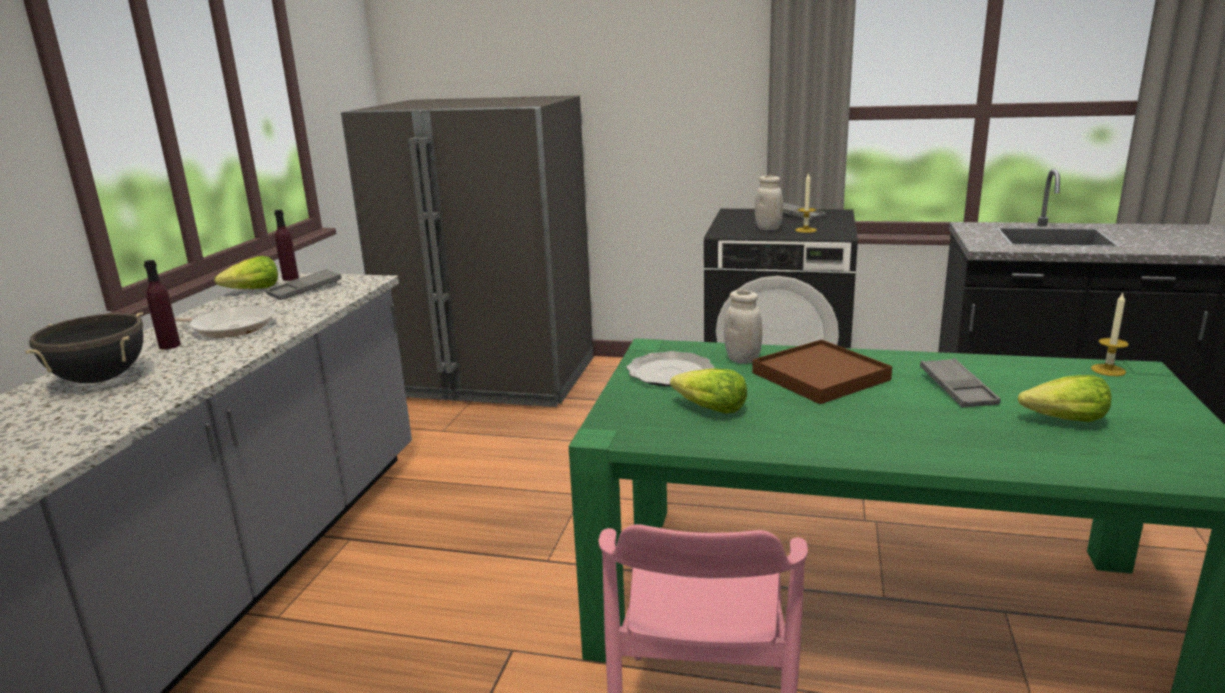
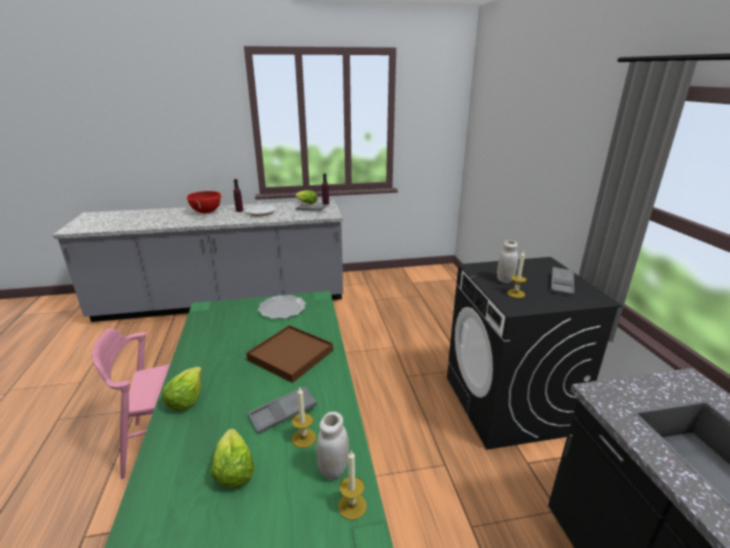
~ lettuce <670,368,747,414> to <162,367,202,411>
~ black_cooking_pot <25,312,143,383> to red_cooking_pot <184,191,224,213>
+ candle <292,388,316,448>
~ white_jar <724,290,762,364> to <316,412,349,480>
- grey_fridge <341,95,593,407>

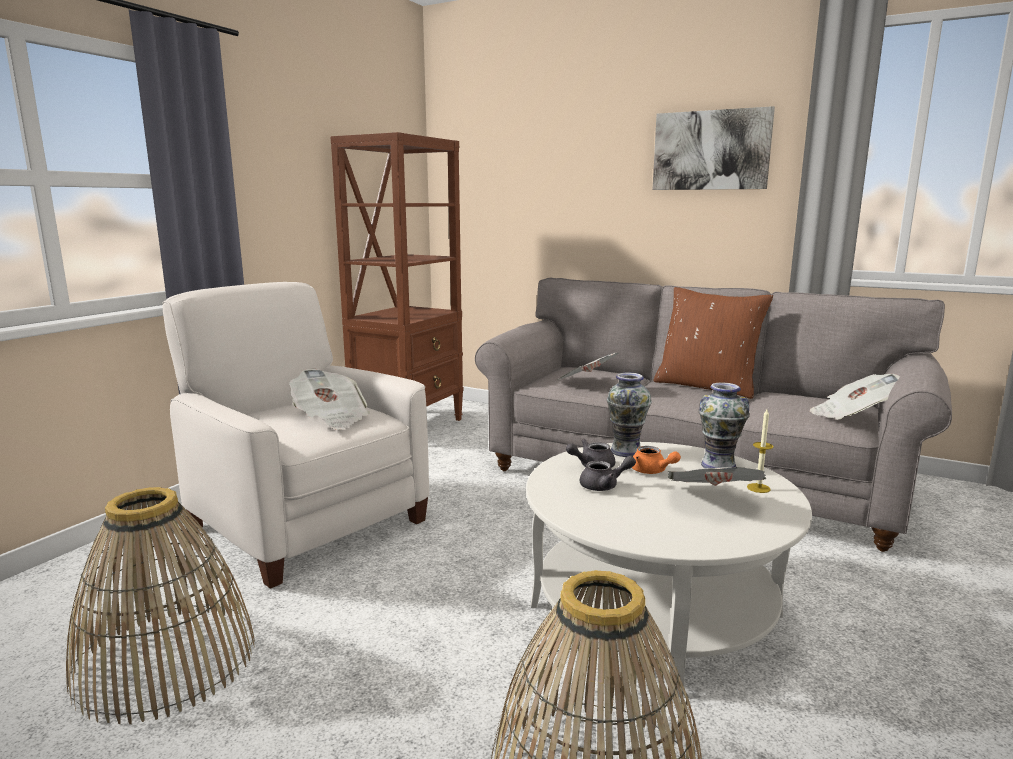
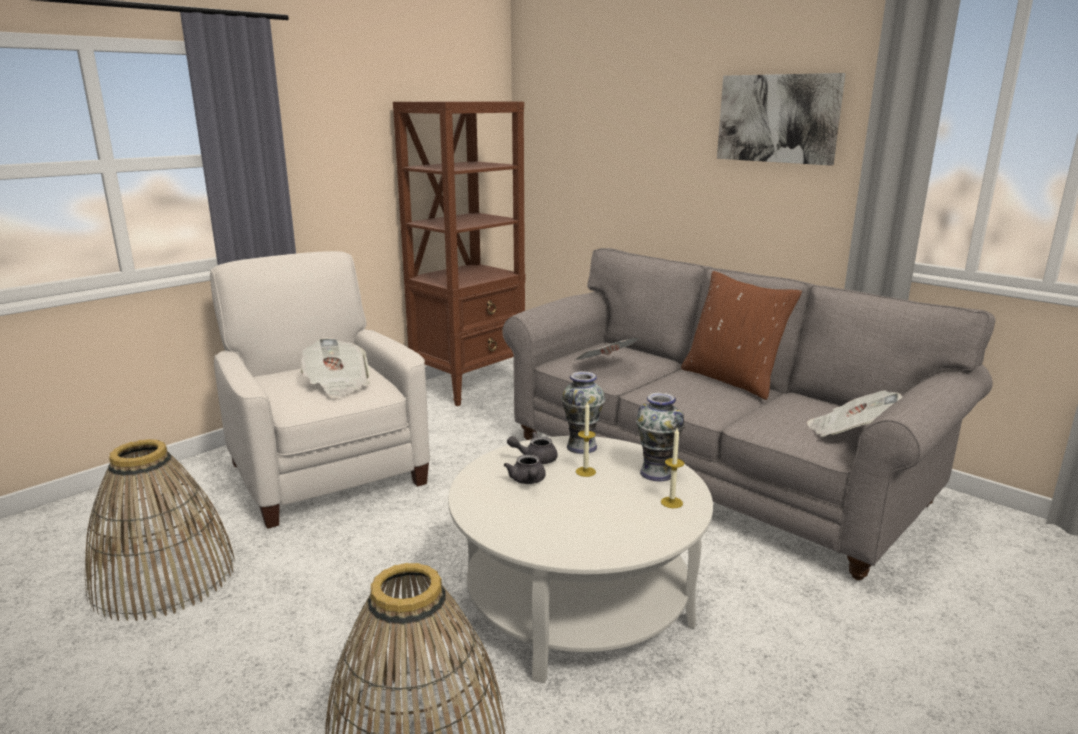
~ grey_teapot <580,456,636,491> = <504,454,546,484> 75 degrees clockwise
~ orange_teapot <632,446,681,474> to candle <576,401,596,477>
- newspaper <668,467,766,486>

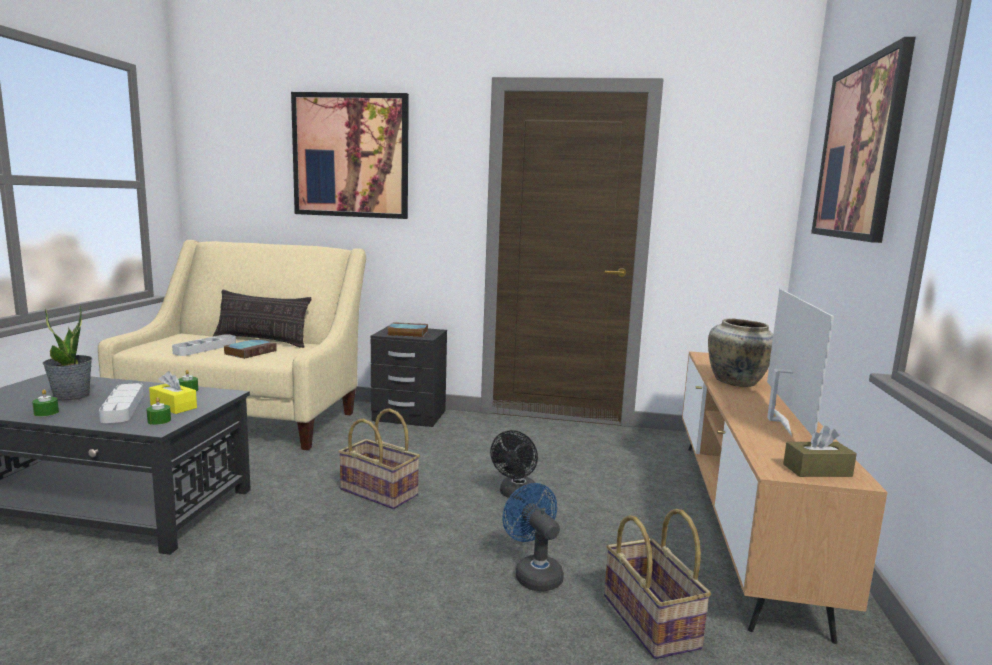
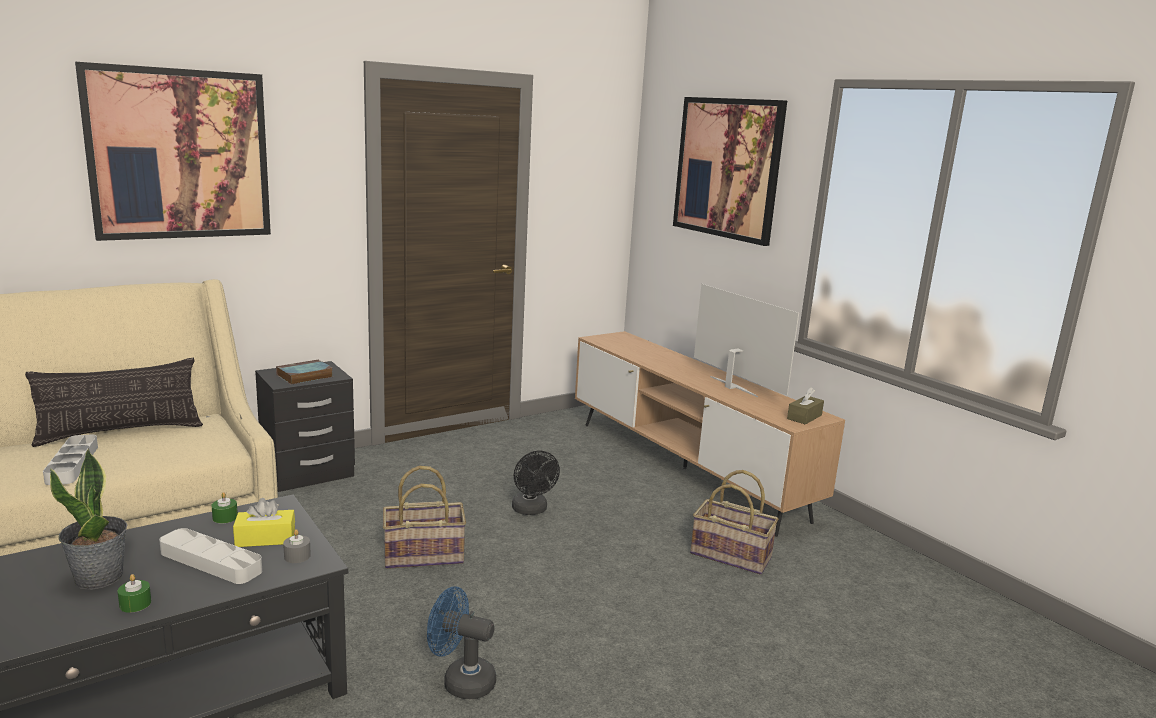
~ green_candle <146,397,171,425> to grey_candle <283,529,311,563>
~ blue_fan <502,483,564,592> to <427,587,496,699>
- book <224,339,277,359>
- beige_vase <708,319,773,387>

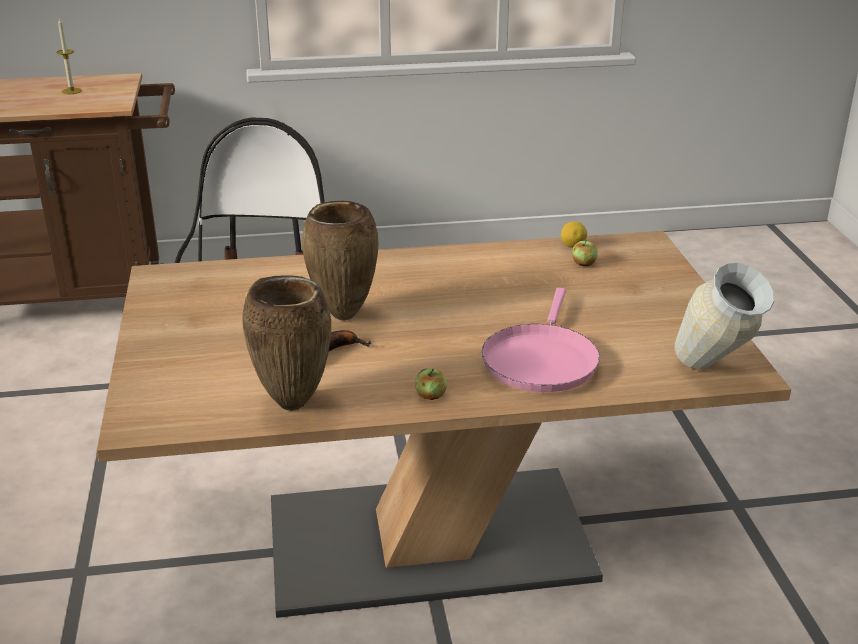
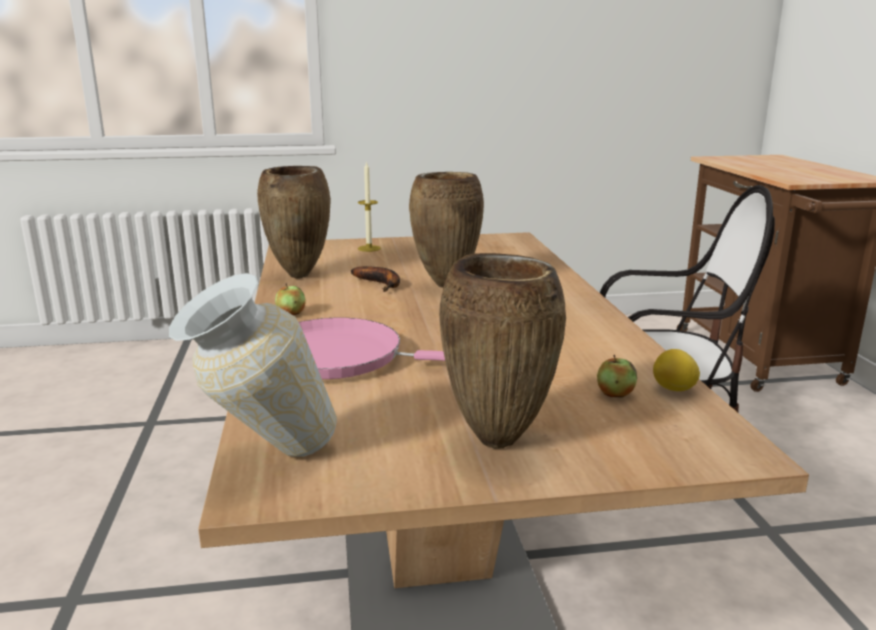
~ candle <56,18,82,94> to <358,161,381,252>
+ brown_vase <439,253,566,449>

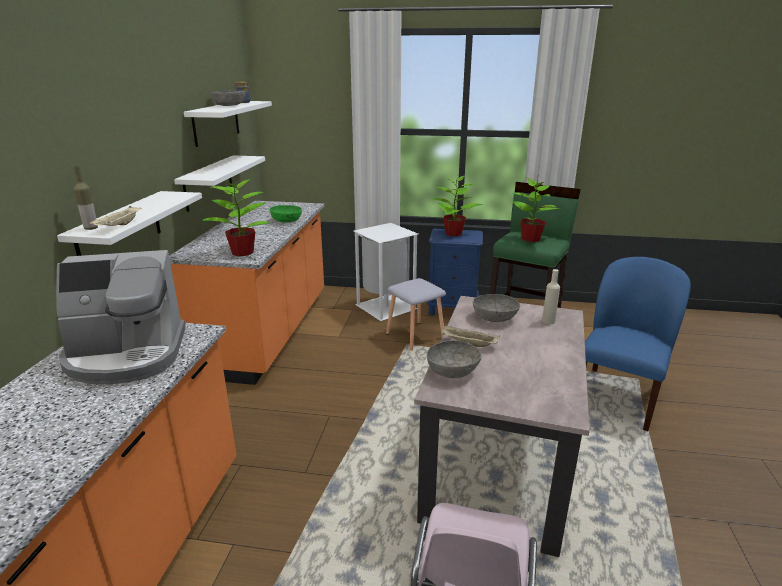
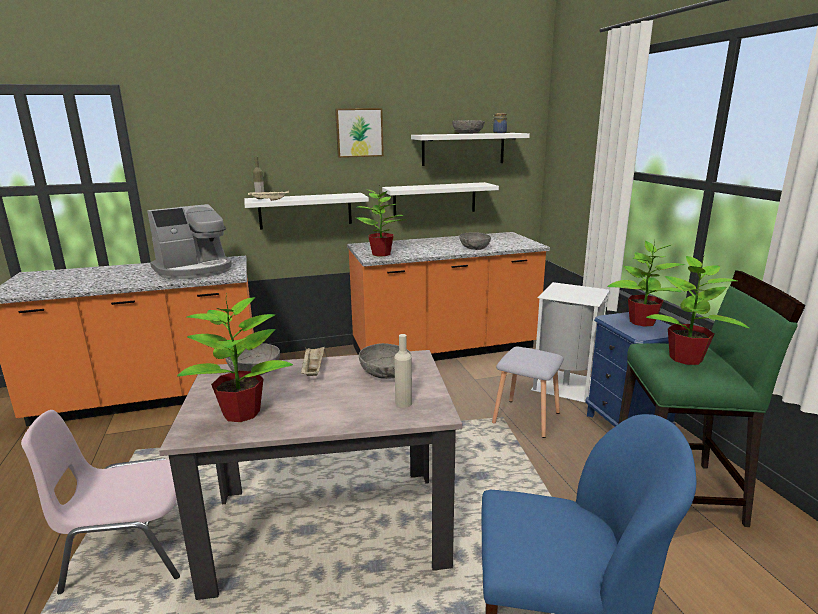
~ coffee_machine <56,250,186,384> = <147,204,232,279> 90 degrees counterclockwise
+ potted_plant <177,294,293,422>
+ picture <335,108,384,158>
~ green_bowl <270,205,302,223> to grey_bowl <460,232,491,250>

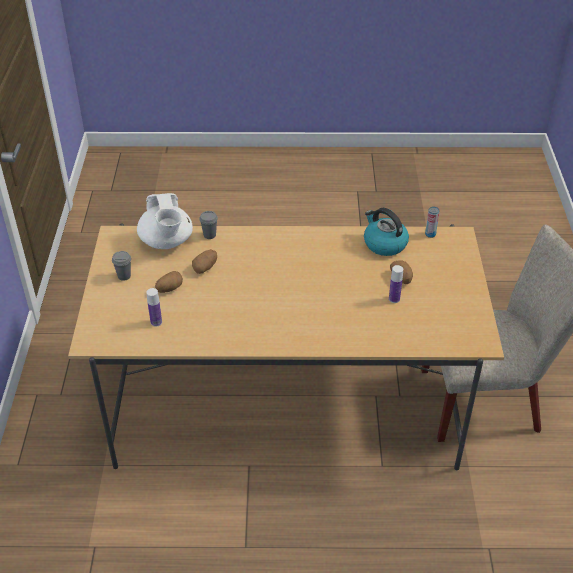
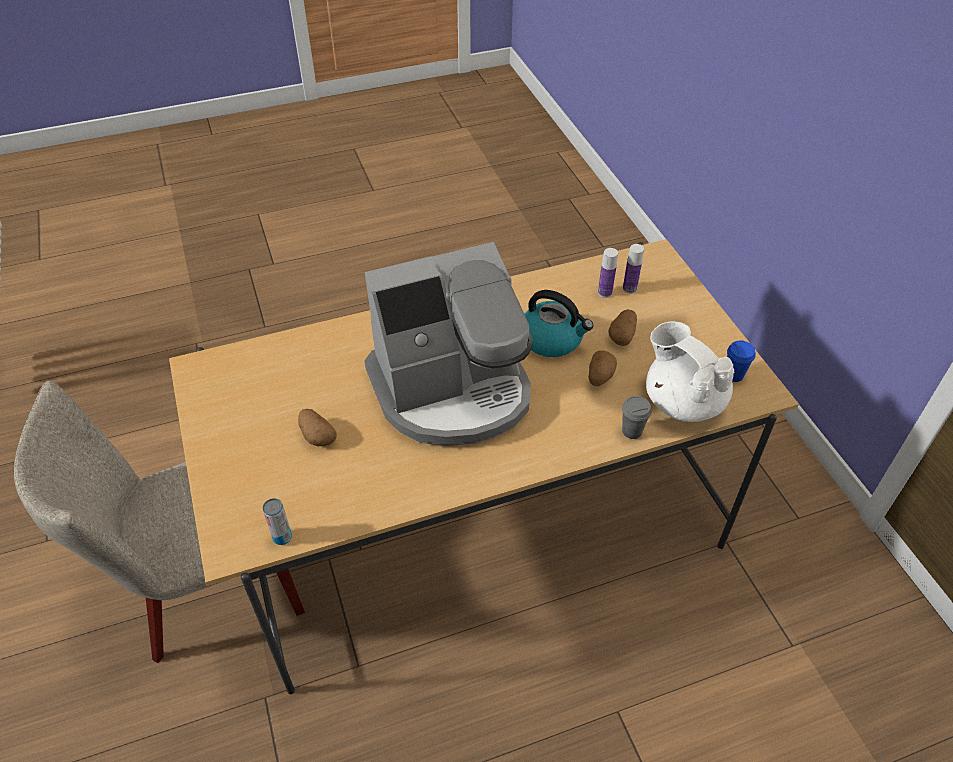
+ coffee_machine <364,242,533,446>
~ kettle <364,208,409,256> to <525,290,593,357>
~ bottle <389,265,403,303> to <623,244,644,294>
+ blue_cup <727,341,756,382>
- grey_cup <112,251,131,281>

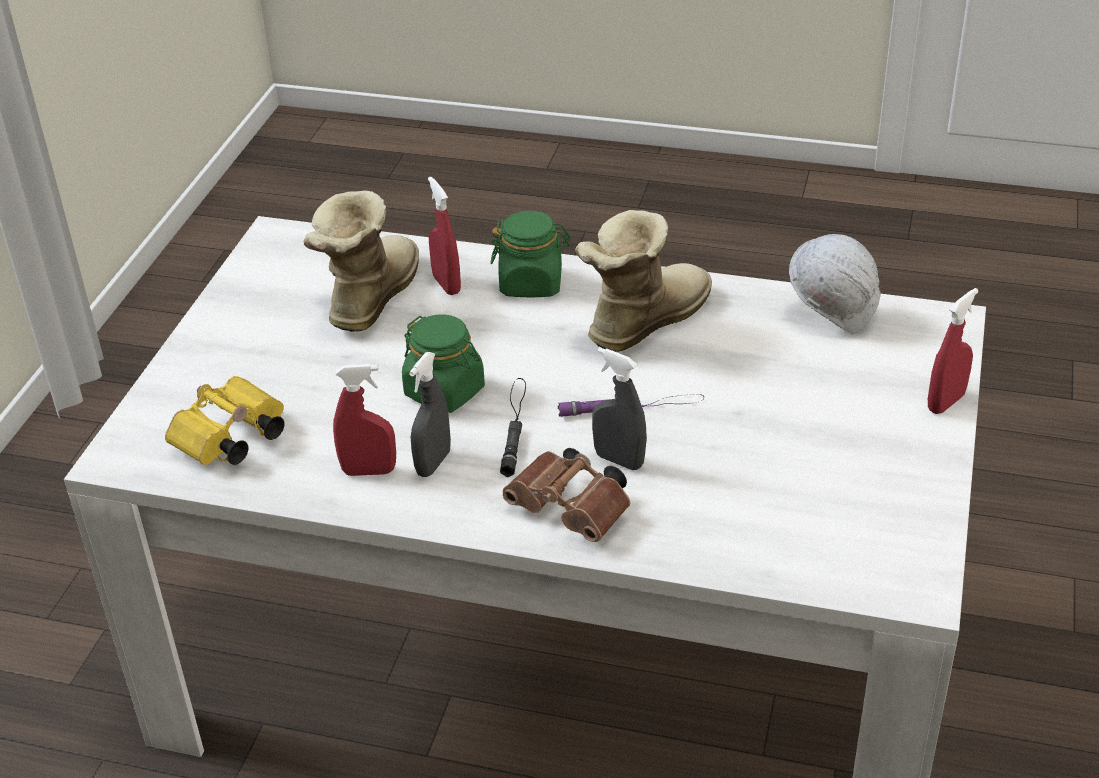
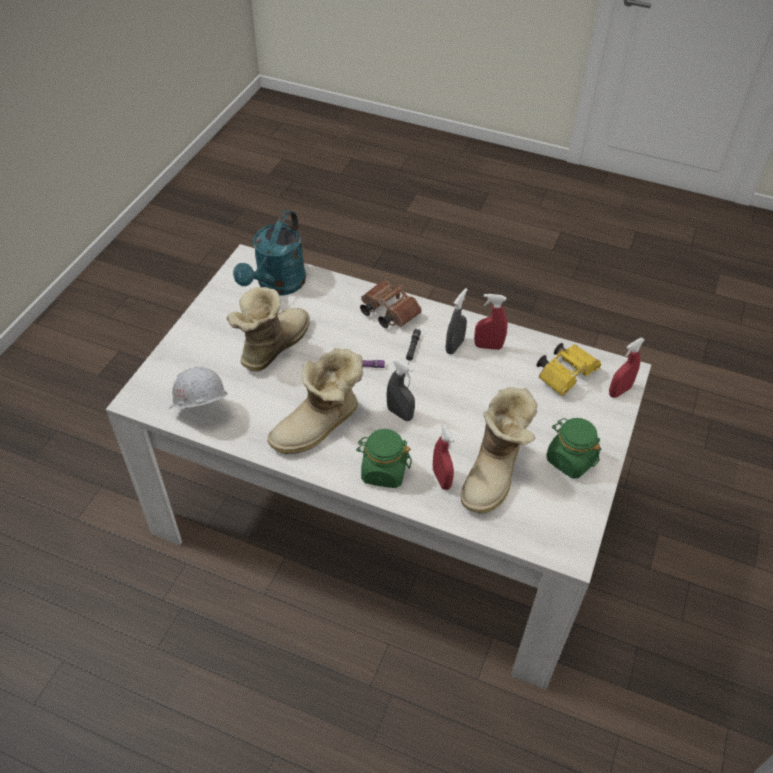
+ boot <227,287,310,372>
+ turquoise_watering_can <233,210,306,296>
~ grey_spray_bottle <592,347,647,470> to <386,359,415,421>
~ green_jar <402,314,485,413> to <546,418,601,479>
~ red_spray_bottle <928,288,979,414> to <609,338,645,398>

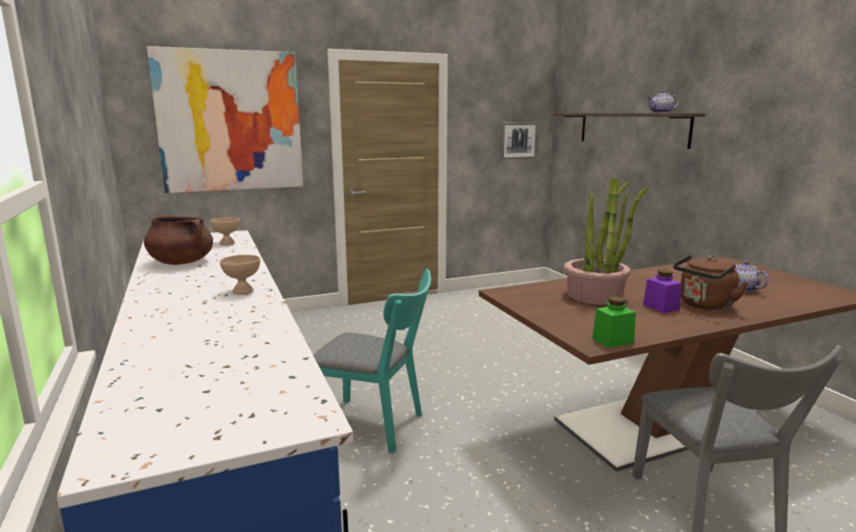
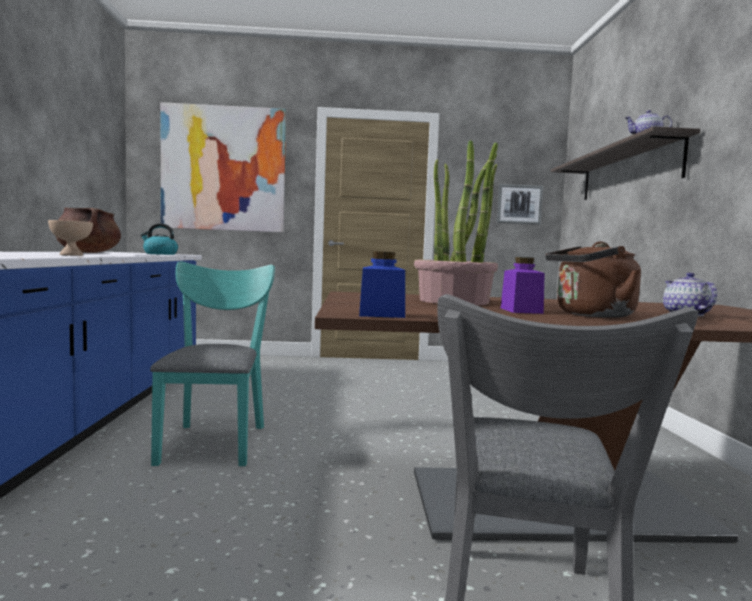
~ beige_bowl <210,217,240,245> to kettle <140,223,178,255>
~ turquoise_chair <313,269,432,453> = <150,261,275,466> 135 degrees counterclockwise
~ green_jar <592,297,636,348> to blue_jar <359,251,405,318>

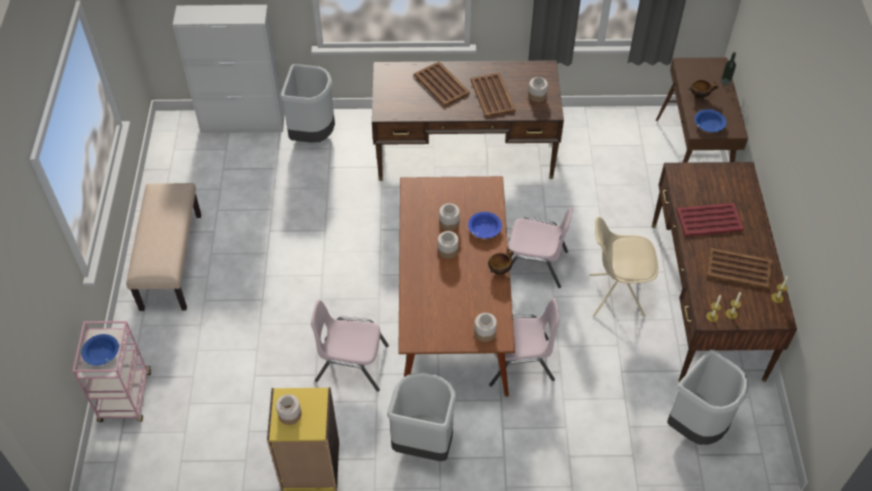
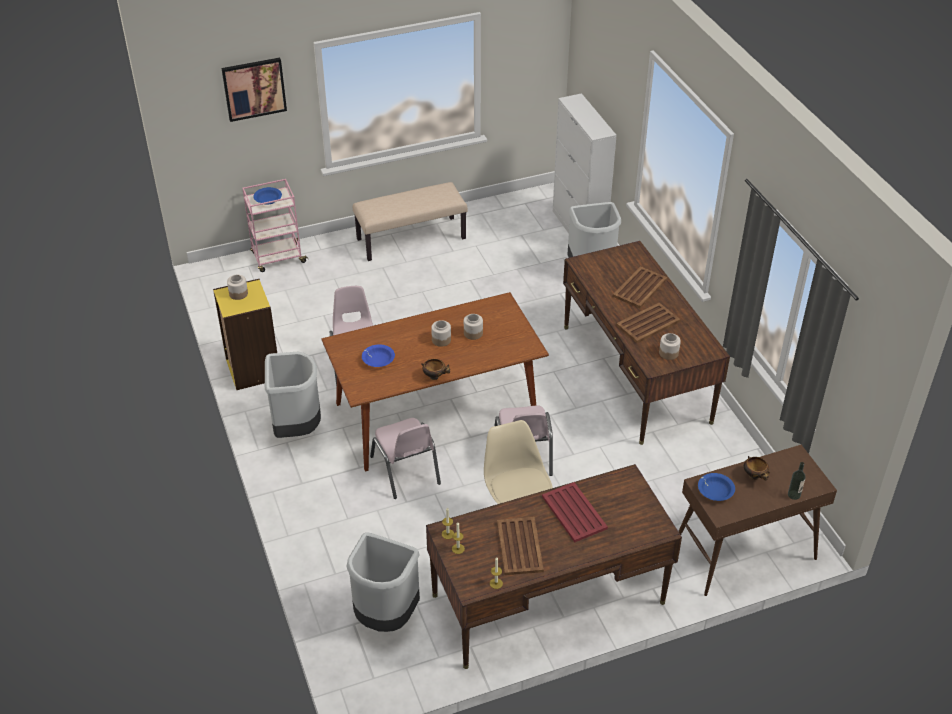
+ picture <221,58,287,122>
~ blue_bowl <468,212,502,239> to <362,344,395,367>
- jar <474,313,497,342>

